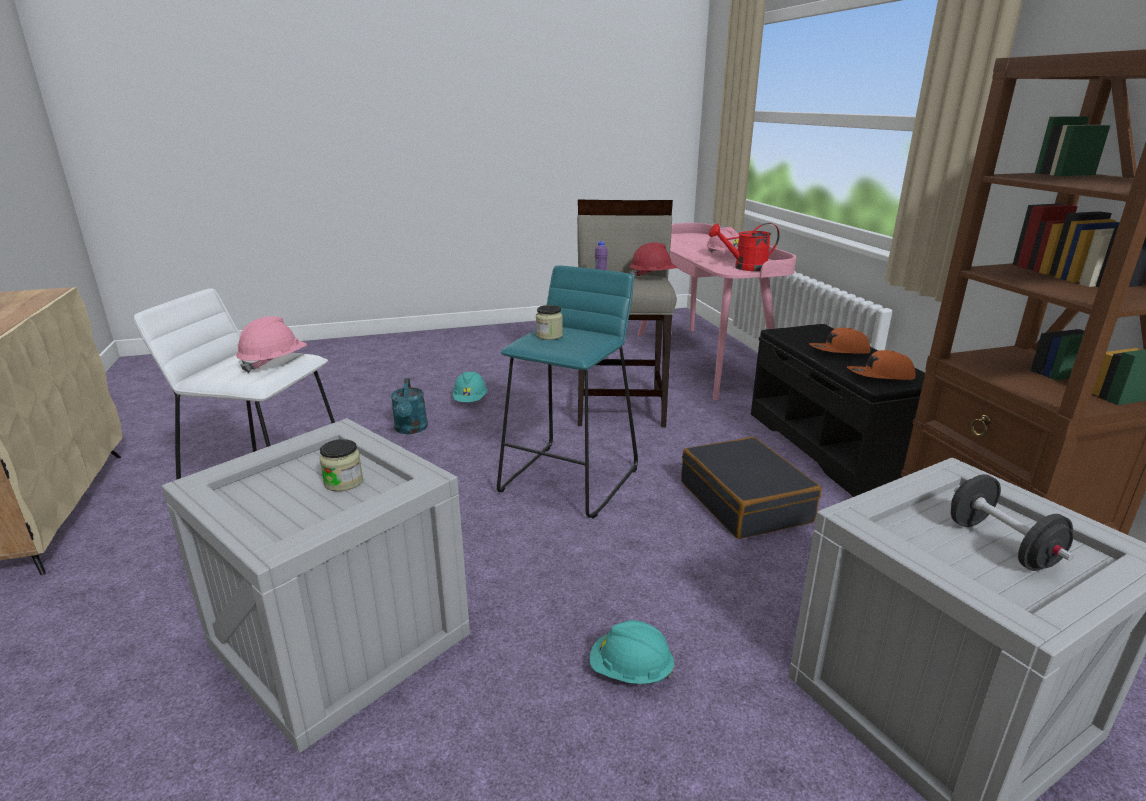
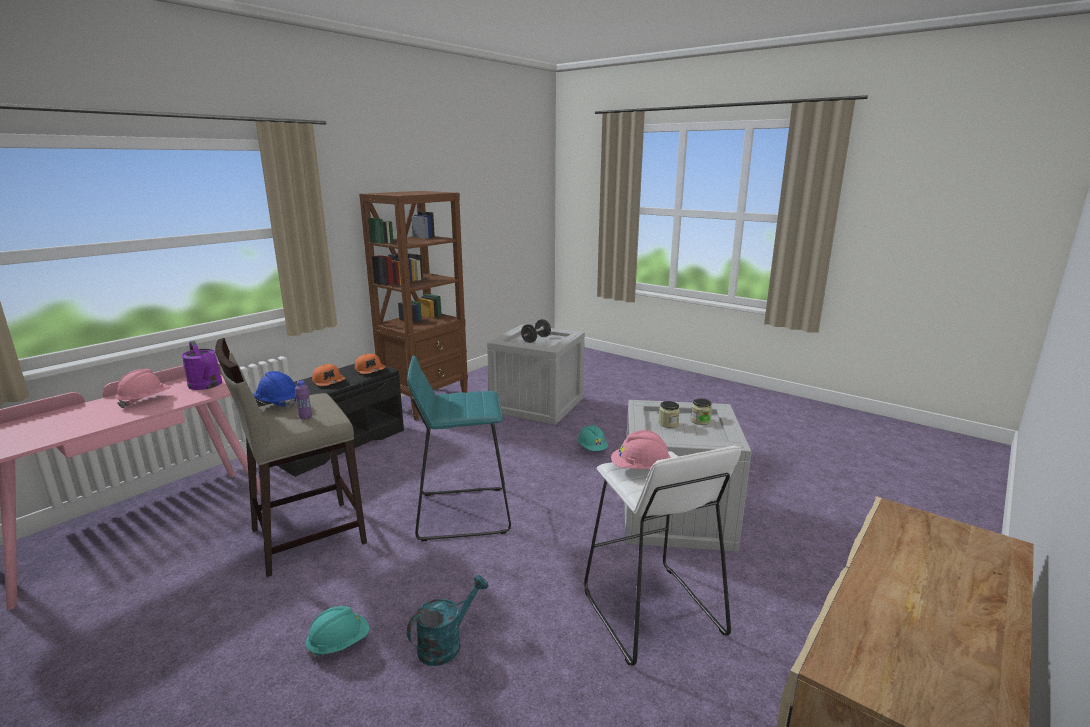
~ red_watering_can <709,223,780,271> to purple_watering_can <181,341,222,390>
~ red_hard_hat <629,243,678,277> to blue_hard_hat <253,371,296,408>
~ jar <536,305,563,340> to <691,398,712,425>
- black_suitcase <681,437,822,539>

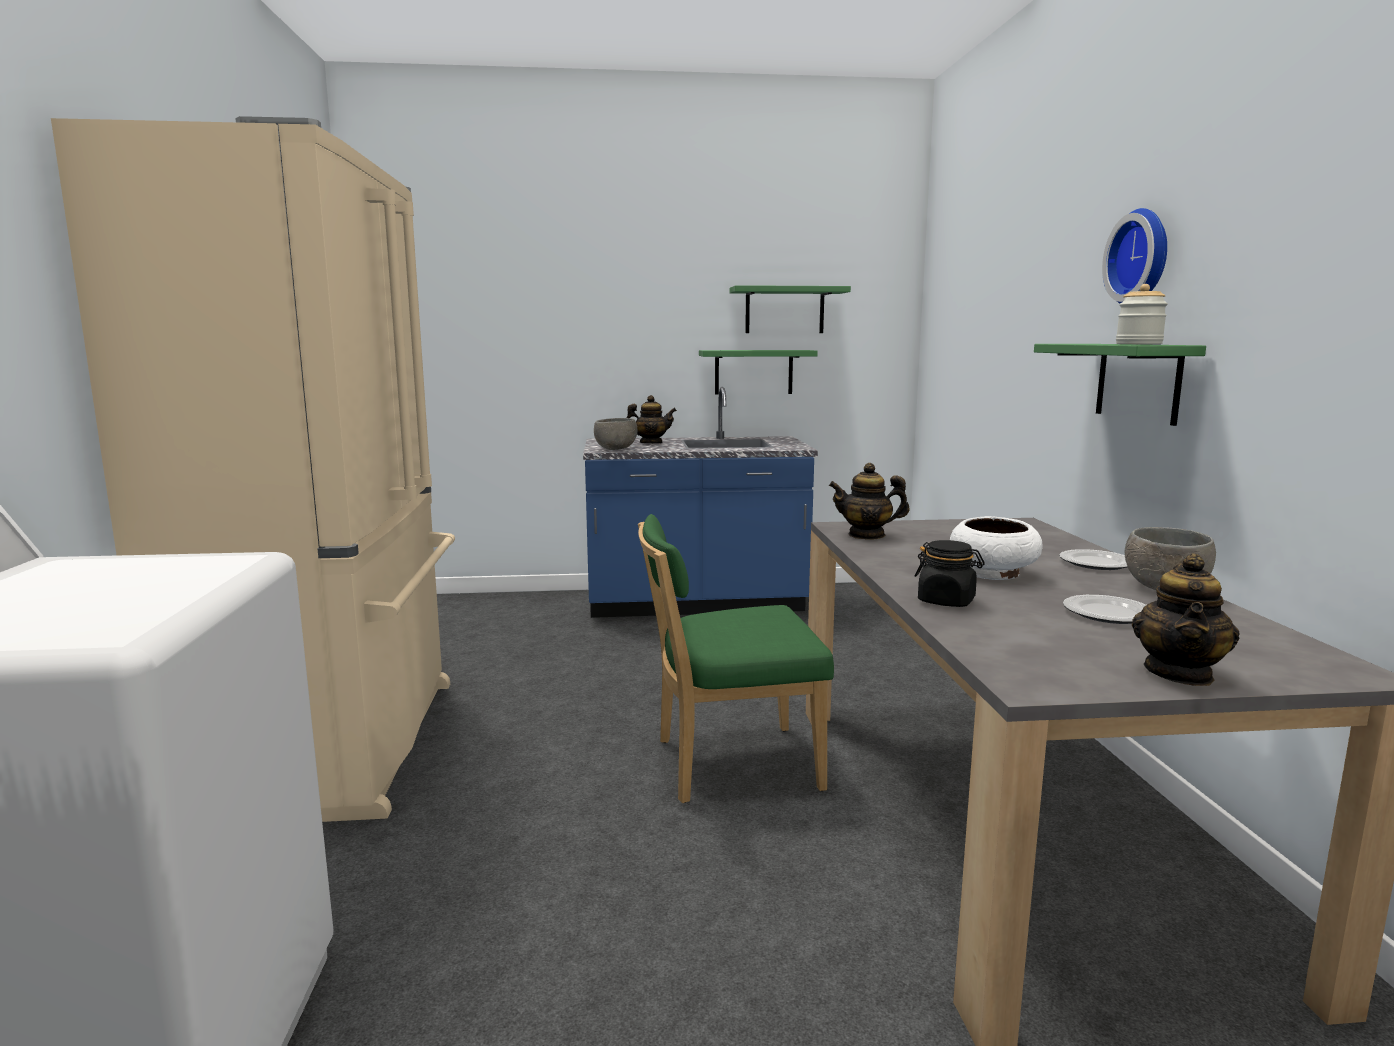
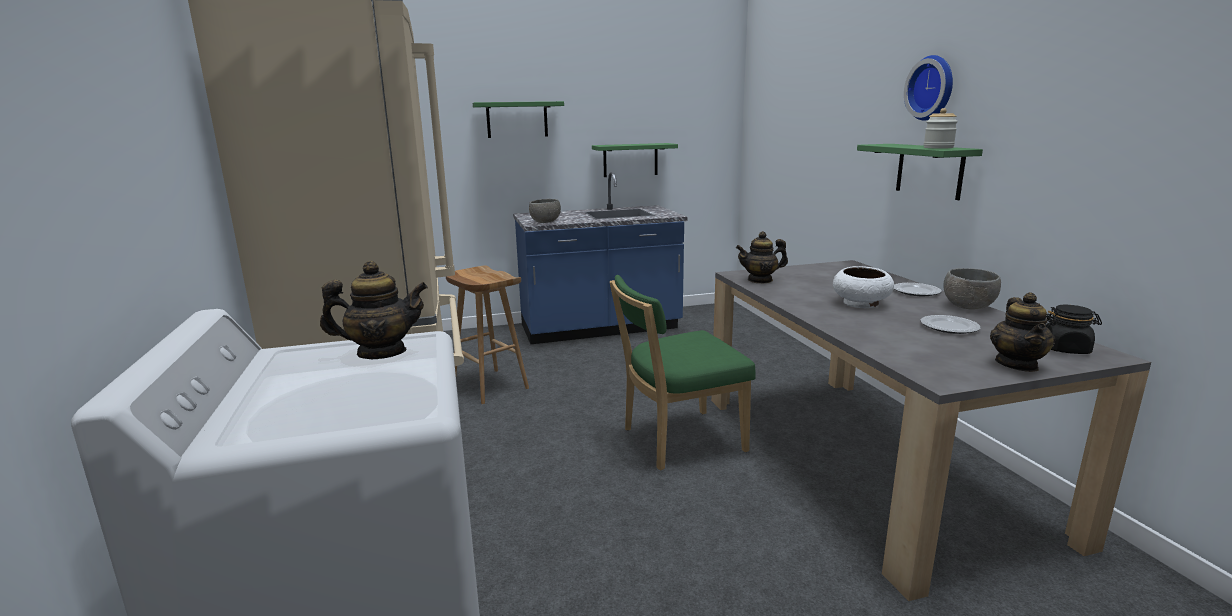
~ teapot <627,395,677,443> to <320,260,428,359>
+ brown_stool <446,265,529,404>
~ green_shelf <730,285,851,333> to <473,101,564,138>
~ black_jar <915,540,985,607> to <1046,305,1102,354>

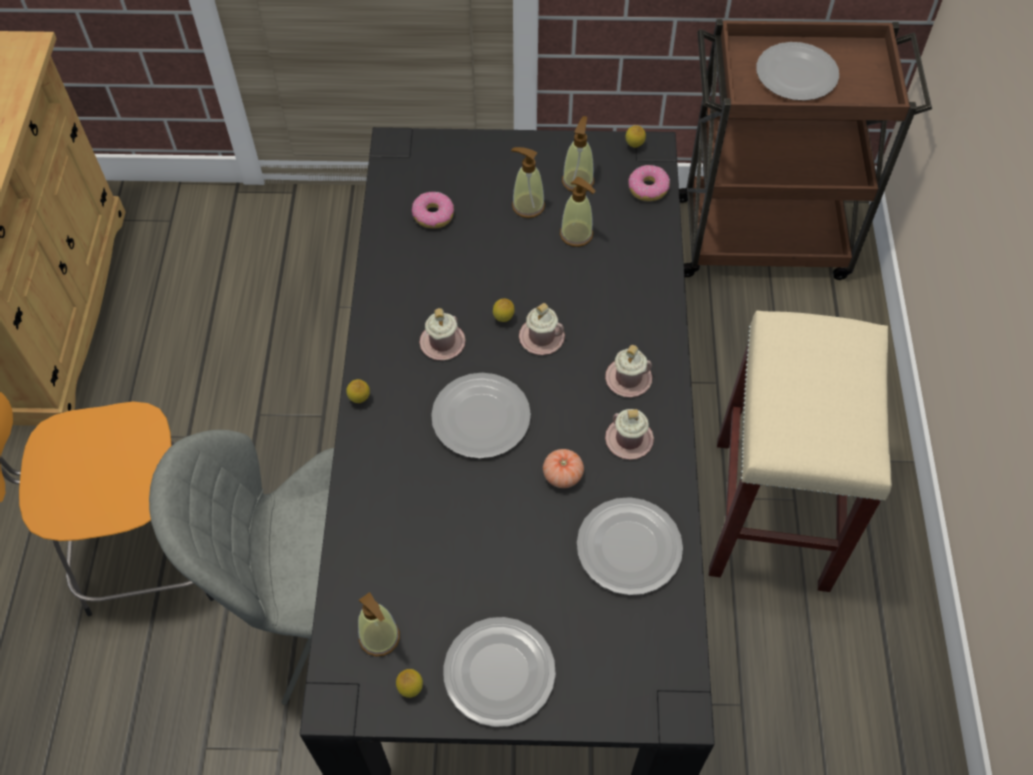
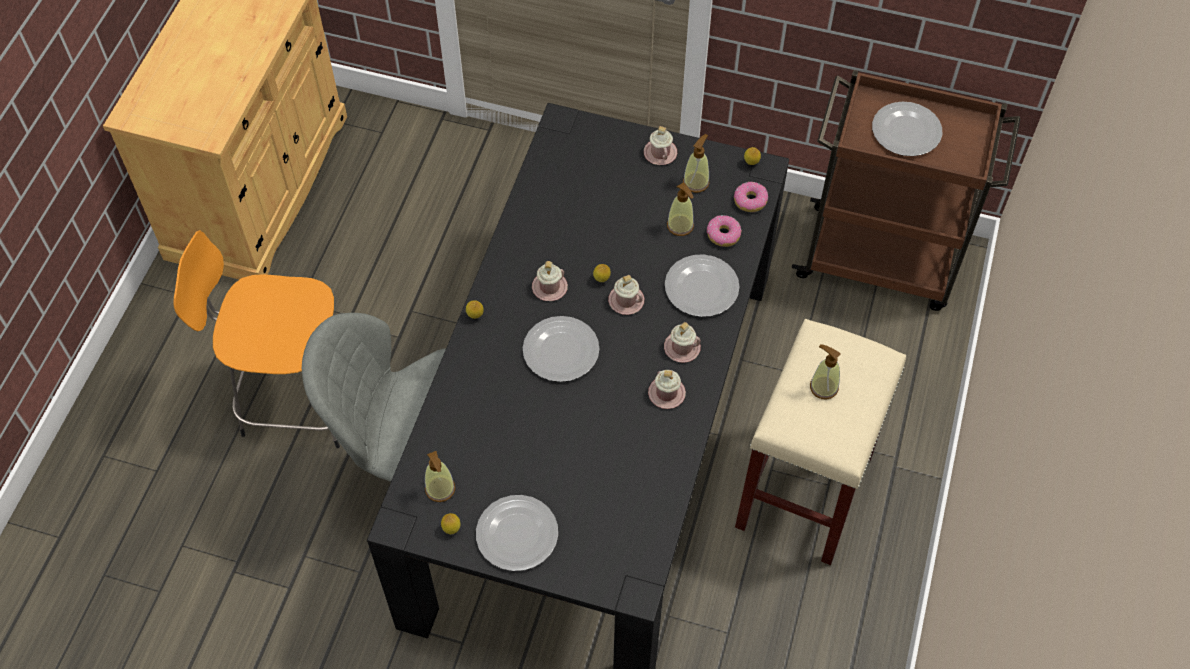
+ pink_mug <644,126,677,165>
~ plate <577,497,683,595> to <665,254,739,317>
~ donut <412,192,454,228> to <707,215,742,247>
~ soap_dispenser <511,147,545,218> to <810,344,841,400>
- tomato <543,449,584,488>

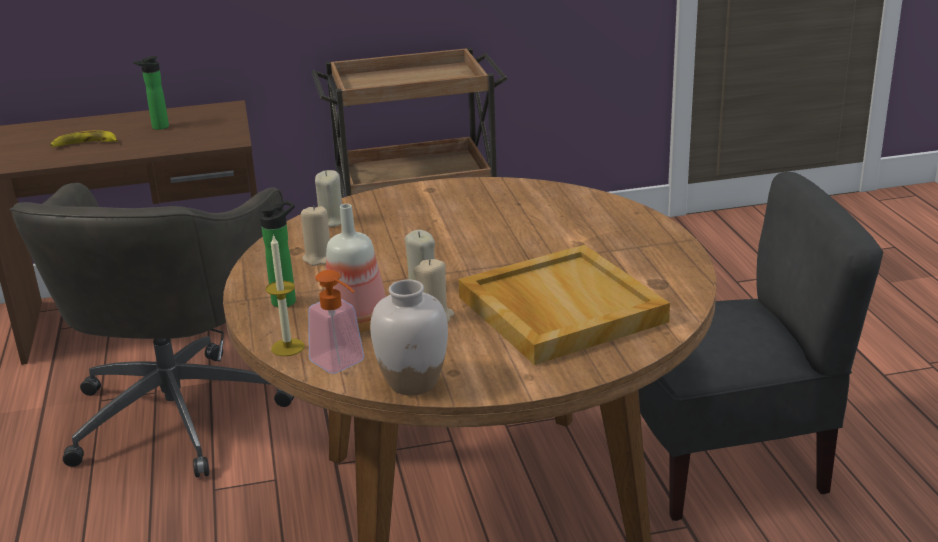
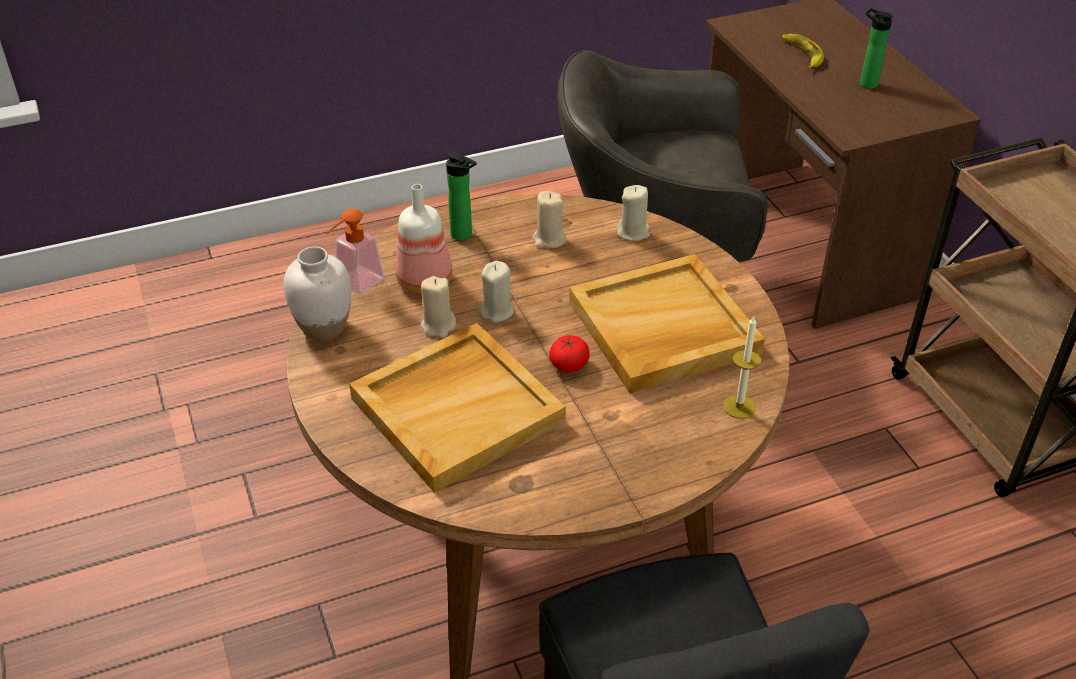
+ tomato <549,335,590,372>
+ beige_tray <569,254,765,393>
~ candle <266,234,305,356> to <723,316,761,419>

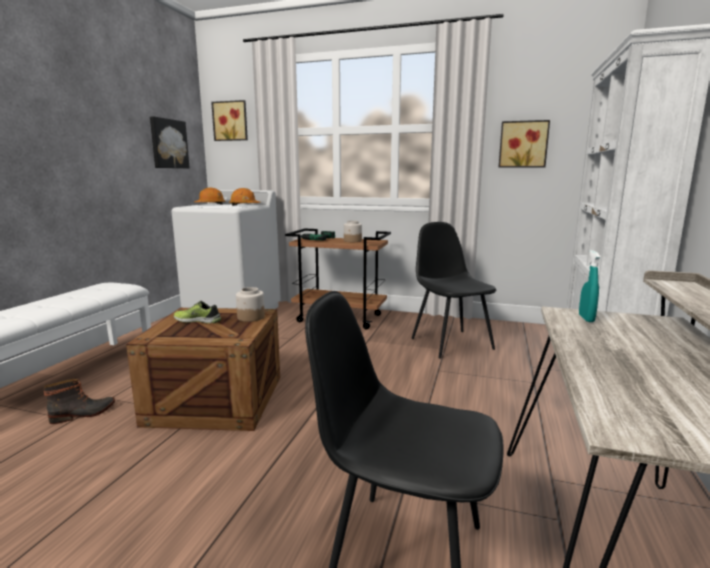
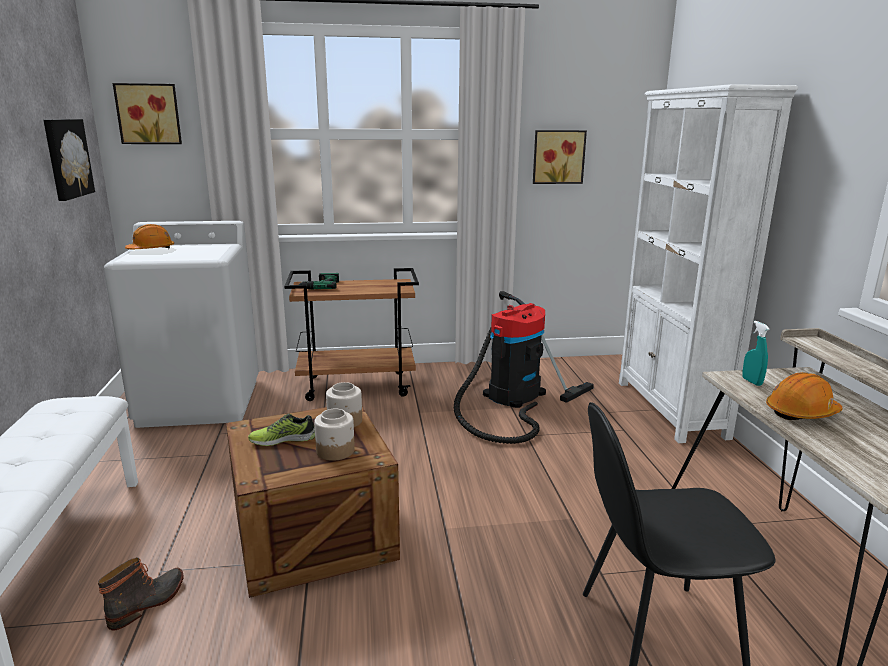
~ jar <344,221,362,242> to <314,409,355,461>
~ black_chair <411,222,496,359> to vacuum_cleaner <454,291,594,444>
~ orange_hard_hat <229,188,260,206> to <766,372,842,421>

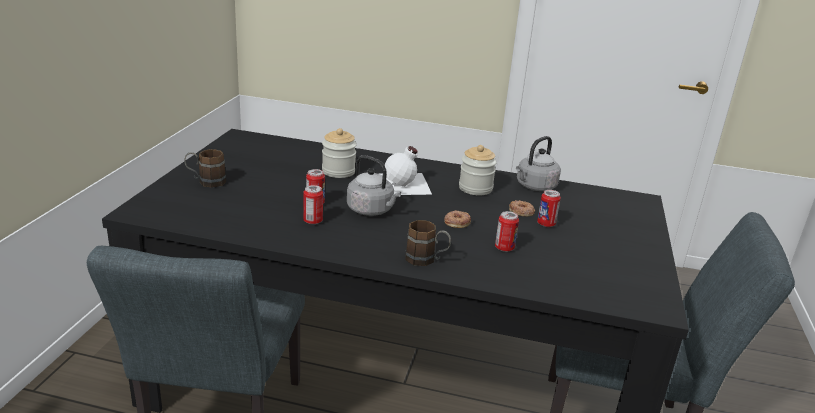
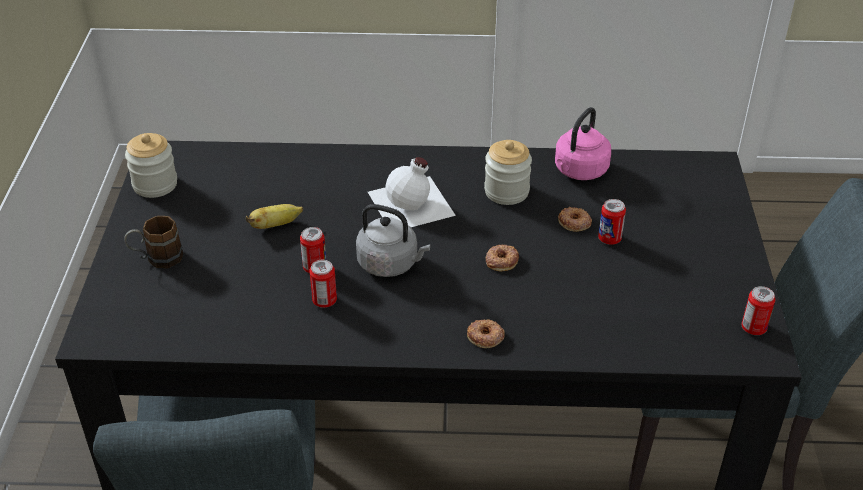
~ jar <322,128,357,178> to <125,133,177,198>
+ banana <246,204,303,229>
~ brown_mug <405,220,451,266> to donut <467,319,504,348>
~ grey_kettle <516,136,561,191> to pink_kettle <555,107,611,180>
~ can <495,211,519,252> to <741,286,776,335>

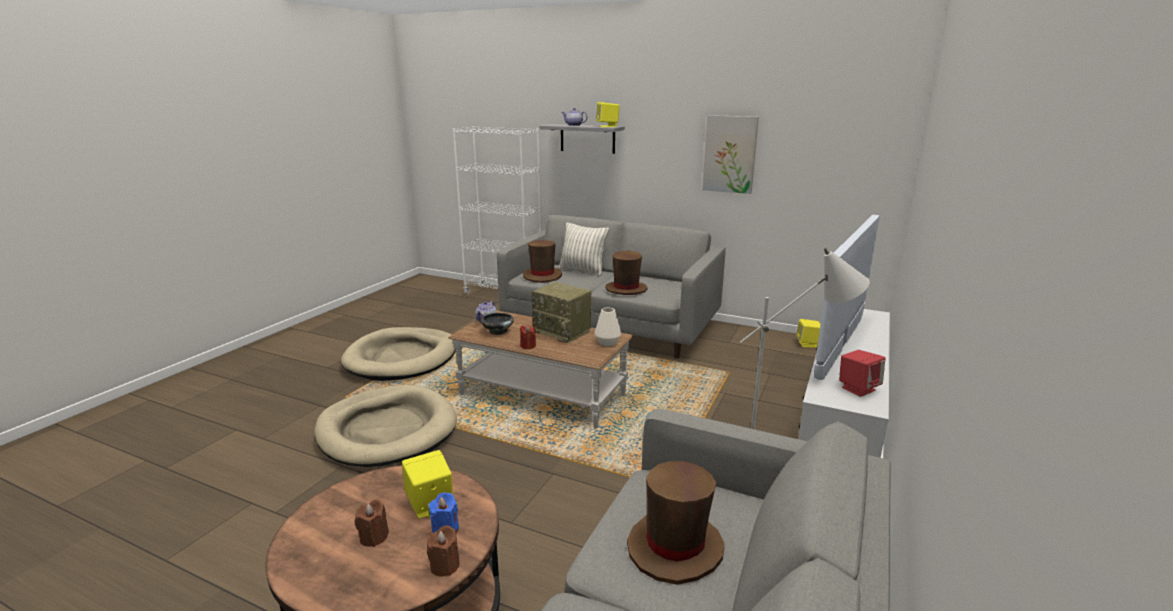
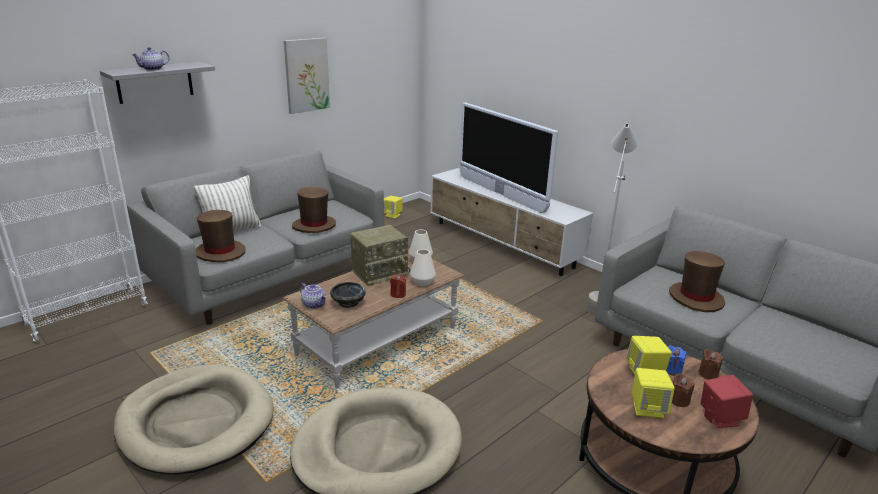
+ white_vase <410,249,436,286>
~ yellow_speaker <596,102,620,127> to <632,368,675,418>
~ red_speaker <839,350,885,397> to <701,375,753,428>

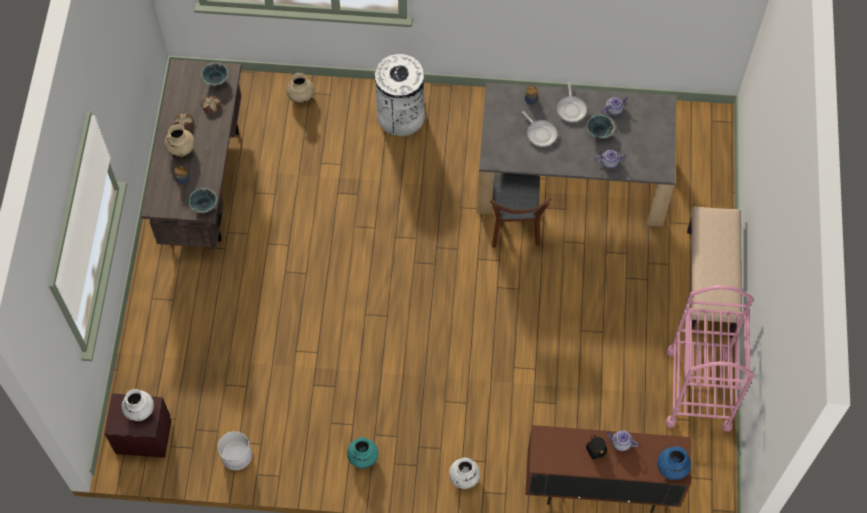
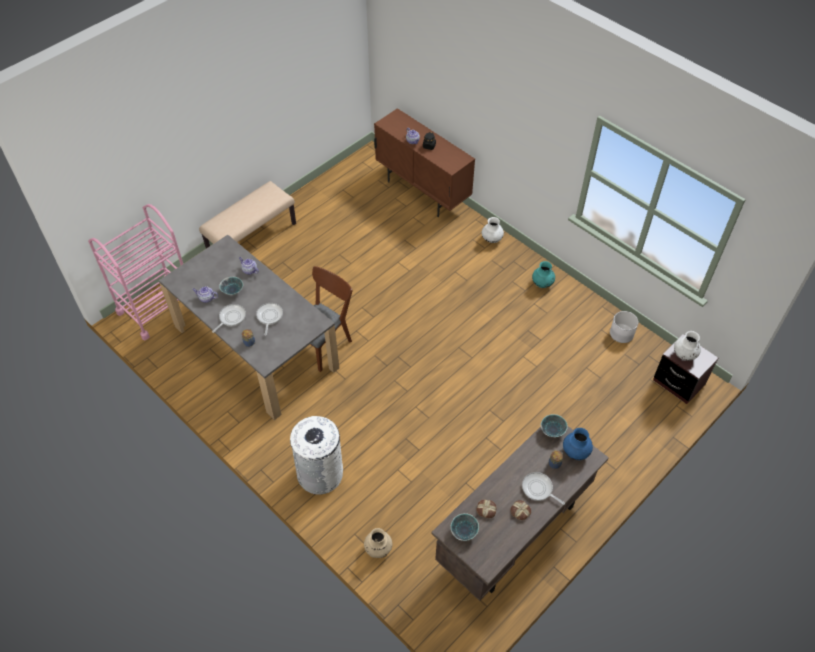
~ pink_cart <665,285,754,432> to <88,204,183,340>
~ beige_vase <165,124,195,158> to frying_pan <522,472,565,505>
~ blue_vase <657,446,691,480> to <563,428,593,460>

